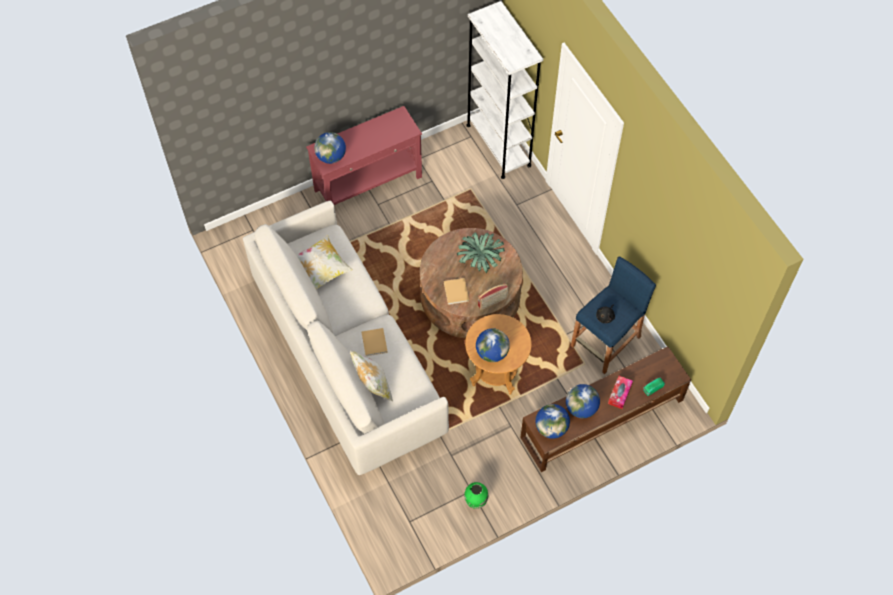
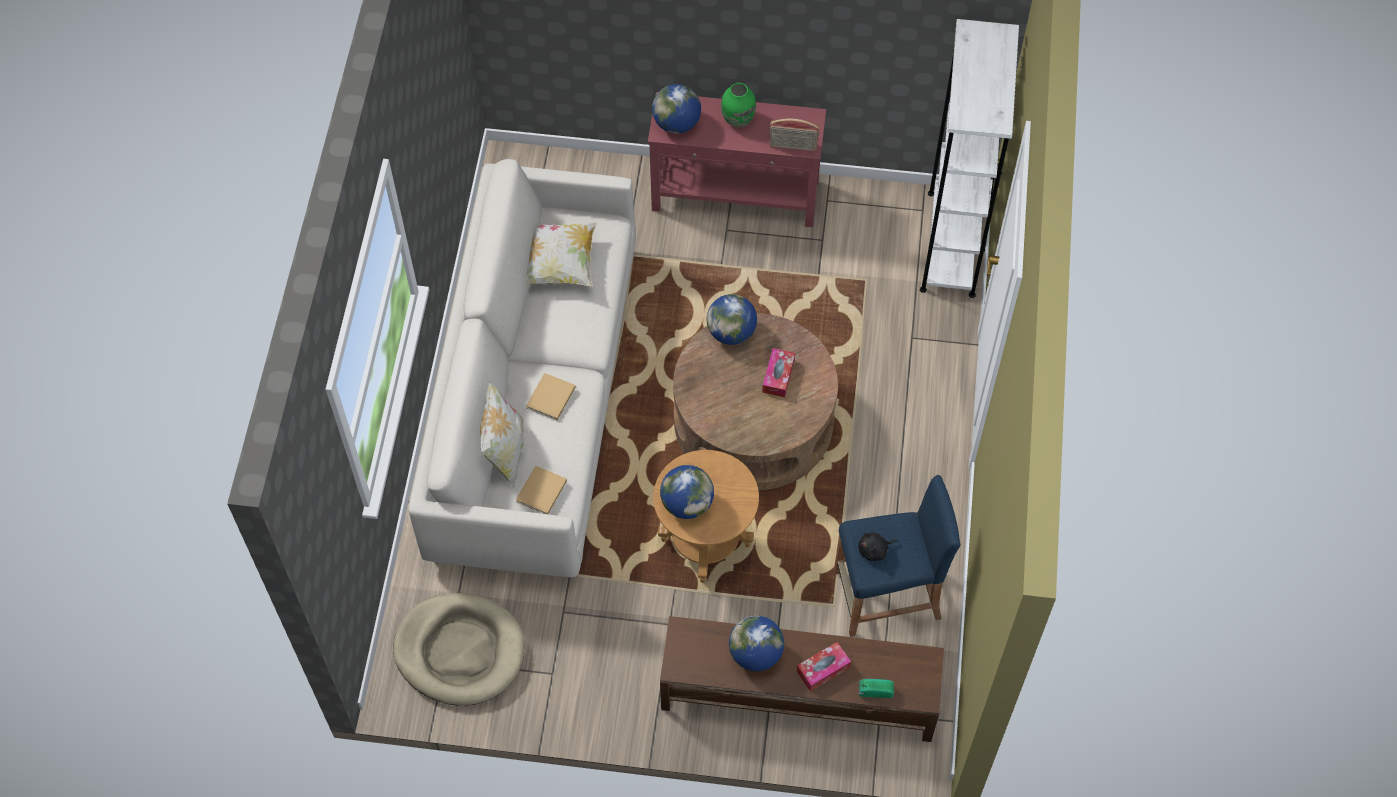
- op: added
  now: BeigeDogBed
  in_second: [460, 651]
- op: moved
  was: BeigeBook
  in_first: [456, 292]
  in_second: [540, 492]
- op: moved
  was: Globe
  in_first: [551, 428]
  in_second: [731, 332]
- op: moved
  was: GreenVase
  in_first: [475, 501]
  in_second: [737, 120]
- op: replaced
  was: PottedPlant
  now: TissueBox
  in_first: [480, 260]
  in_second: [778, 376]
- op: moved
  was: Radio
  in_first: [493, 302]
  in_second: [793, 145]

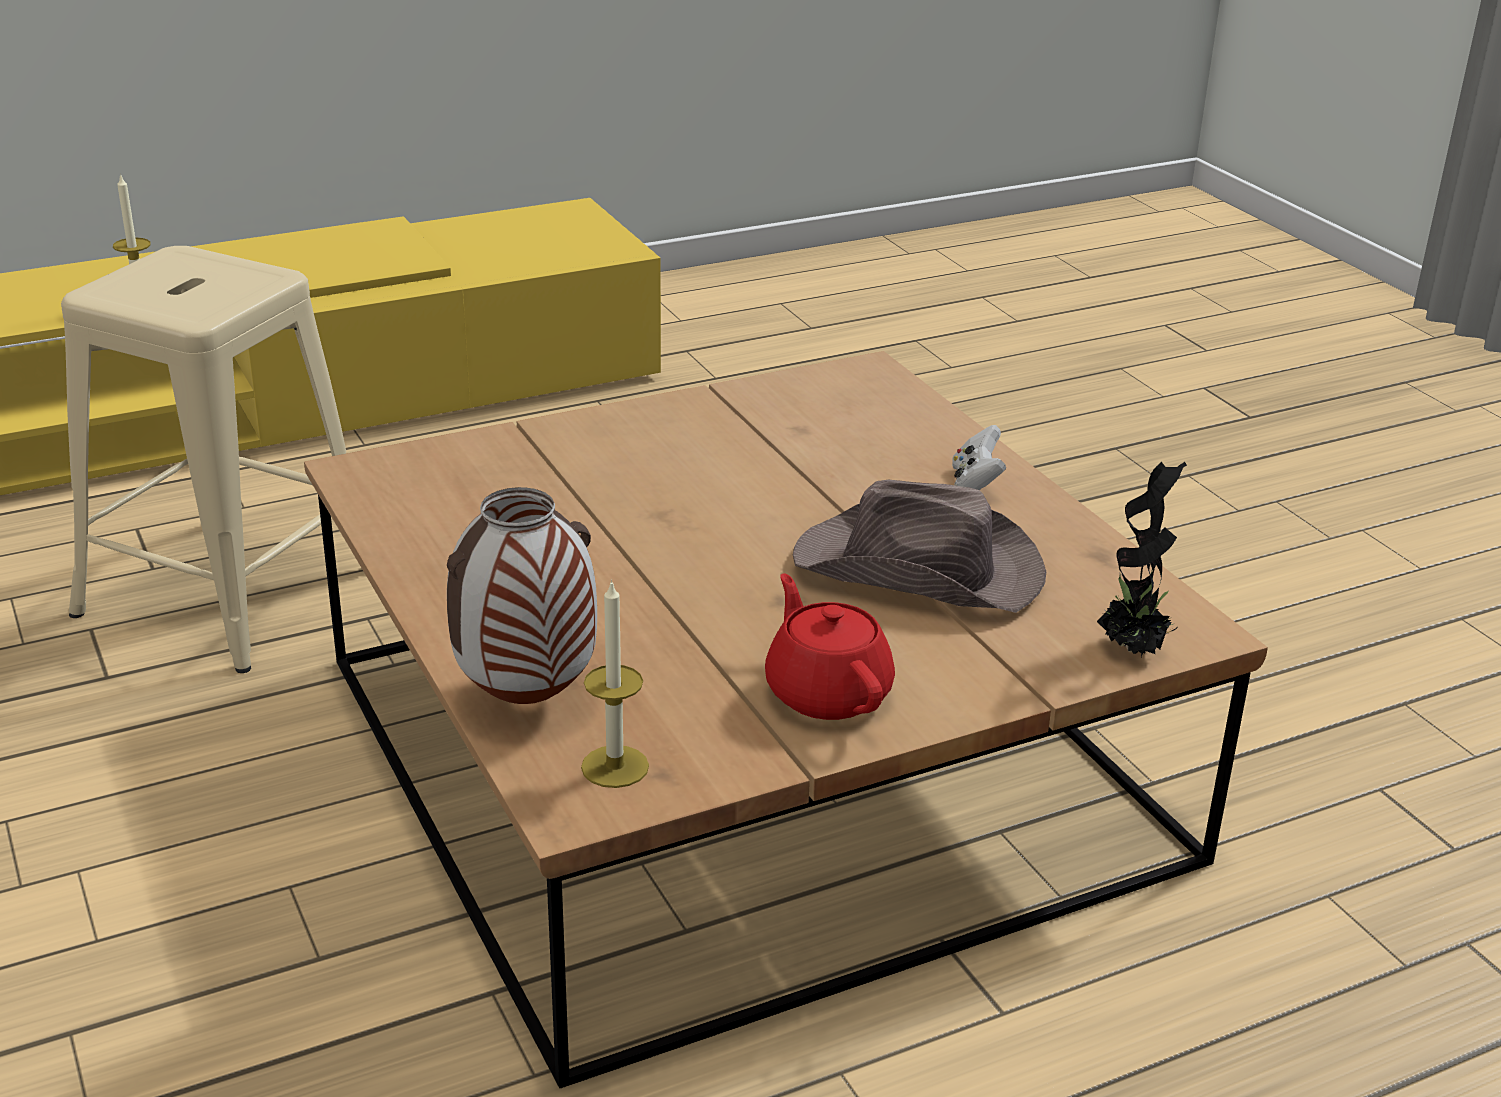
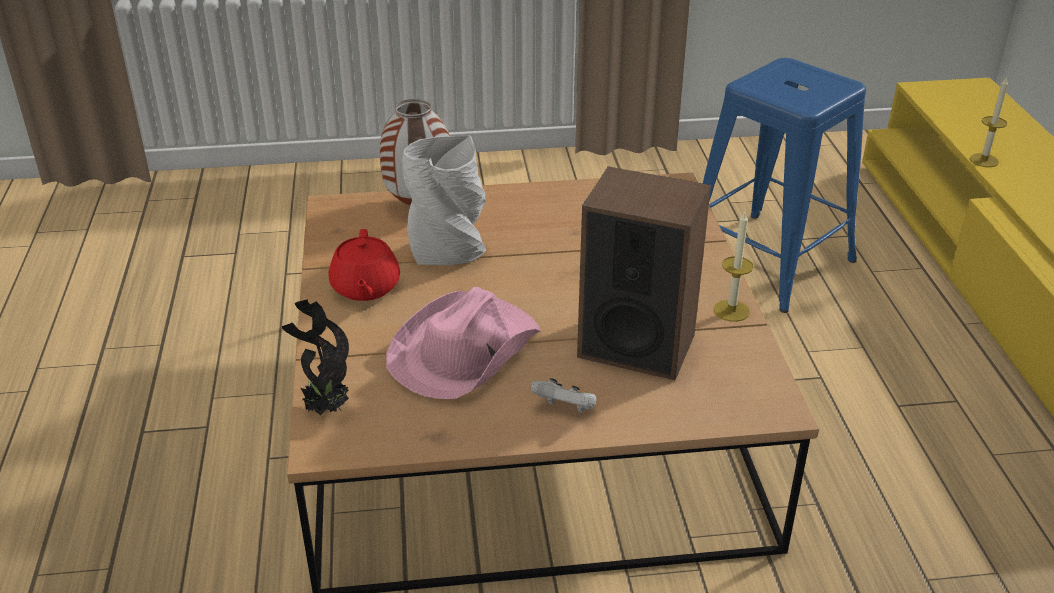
- op: turned
  was: RedTeapot
  in_first: [827, 692]
  in_second: [365, 288]
  clockwise: 90
- op: recoloured
  was: BrownHat
  now: PinkHat
  in_first: [920, 571]
  in_second: [463, 351]
- op: added
  now: GreyVase
  in_second: [449, 252]
- op: added
  now: Speaker
  in_second: [636, 345]
- op: recoloured
  was: BeigeStool
  now: BlueStool
  in_first: [228, 590]
  in_second: [768, 260]
- op: moved
  was: Candle
  in_first: [615, 766]
  in_second: [731, 310]

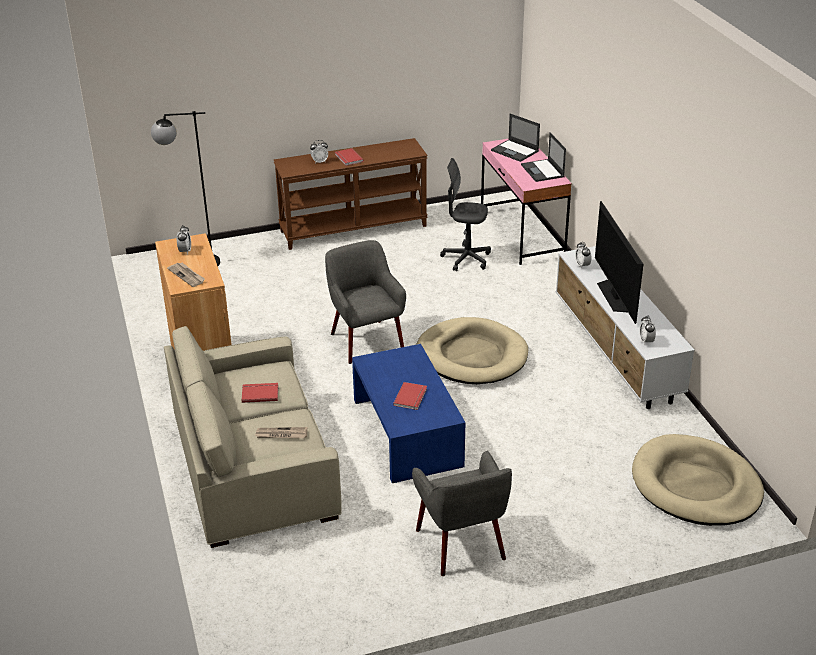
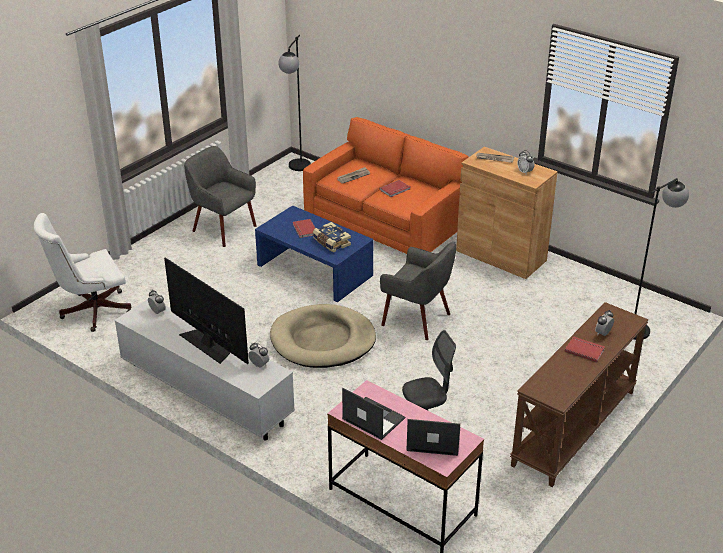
- op: replaced
  was: BeigeDogBed
  now: WhiteOfficeChair
  in_first: [695, 485]
  in_second: [91, 311]
- op: added
  now: BlackFloorLamp
  in_second: [297, 169]
- op: recoloured
  was: BeigeSofa
  now: OrangeSofa
  in_first: [252, 464]
  in_second: [388, 219]
- op: added
  now: Book
  in_second: [331, 243]

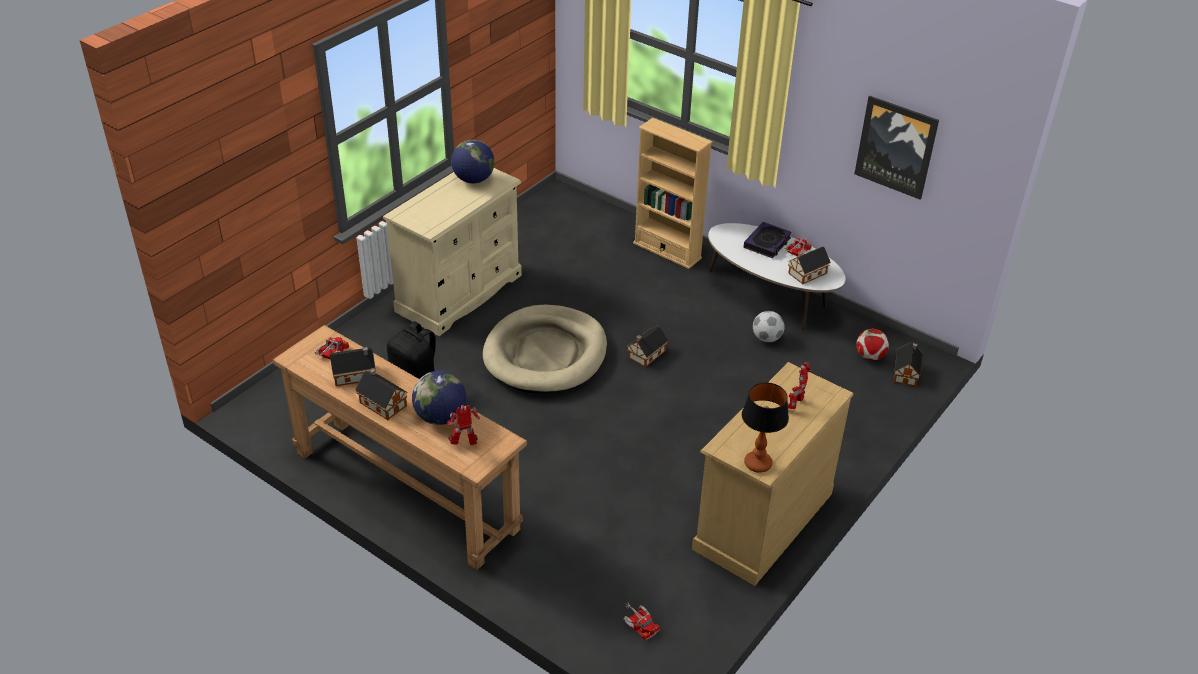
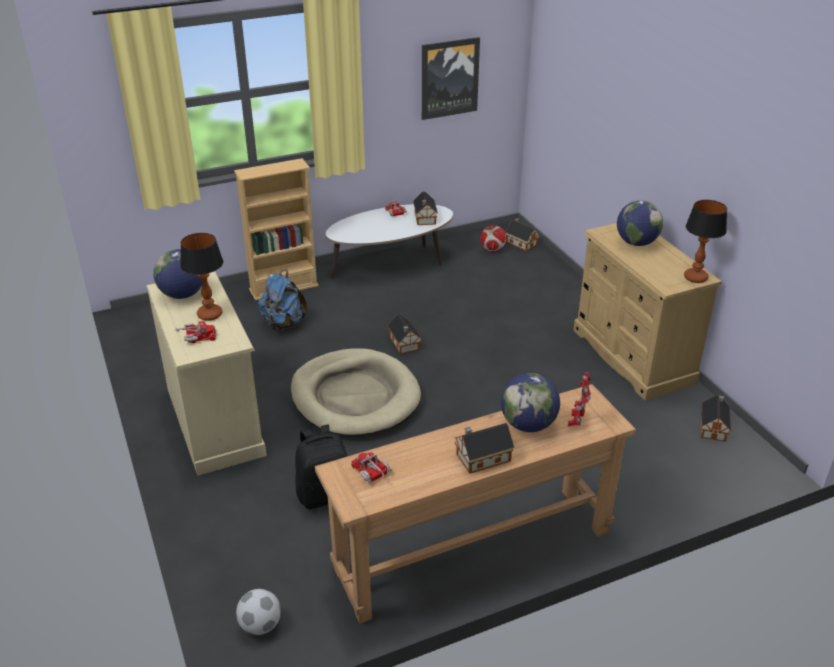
- op: moved
  was: ToyTruck
  in_first: [639, 624]
  in_second: [196, 337]
- op: added
  now: TableLamp
  in_second: [209, 314]
- op: moved
  was: Football
  in_first: [766, 338]
  in_second: [260, 625]
- op: added
  now: BlueBackpack
  in_second: [283, 324]
- op: replaced
  was: ToyRobot
  now: Globe
  in_first: [794, 404]
  in_second: [636, 243]
- op: moved
  was: ToyHouse
  in_first: [356, 374]
  in_second: [713, 427]
- op: removed
  was: Book
  in_first: [767, 243]

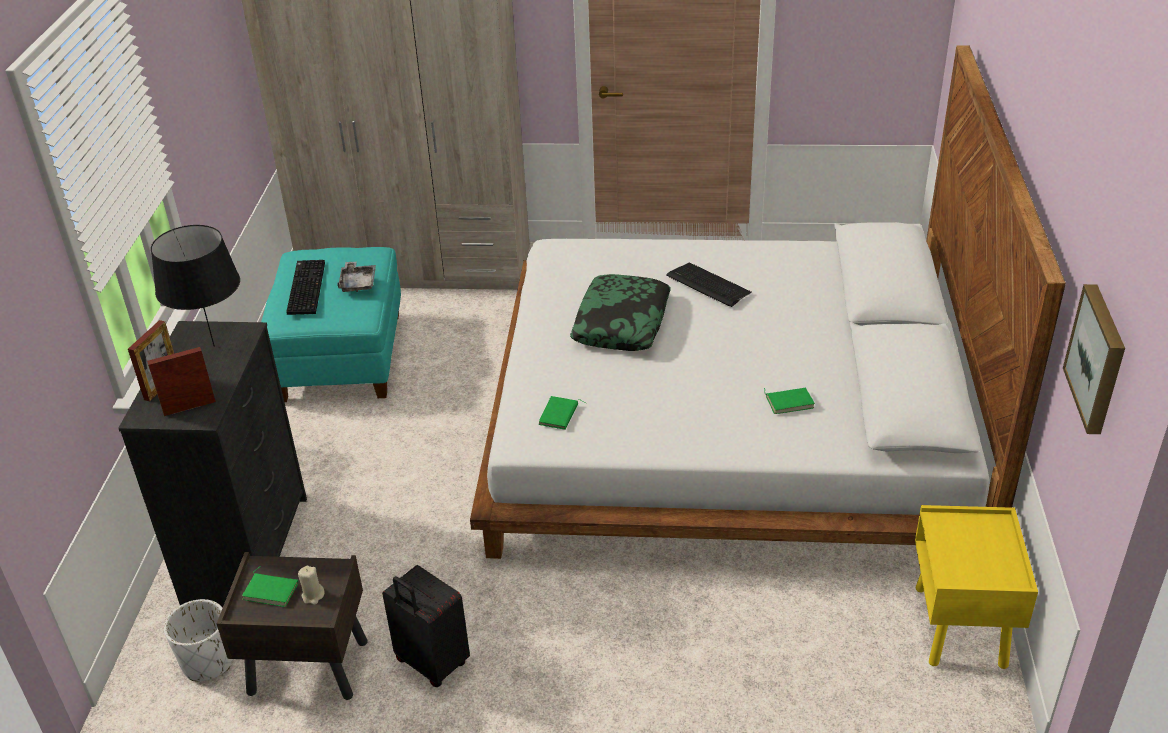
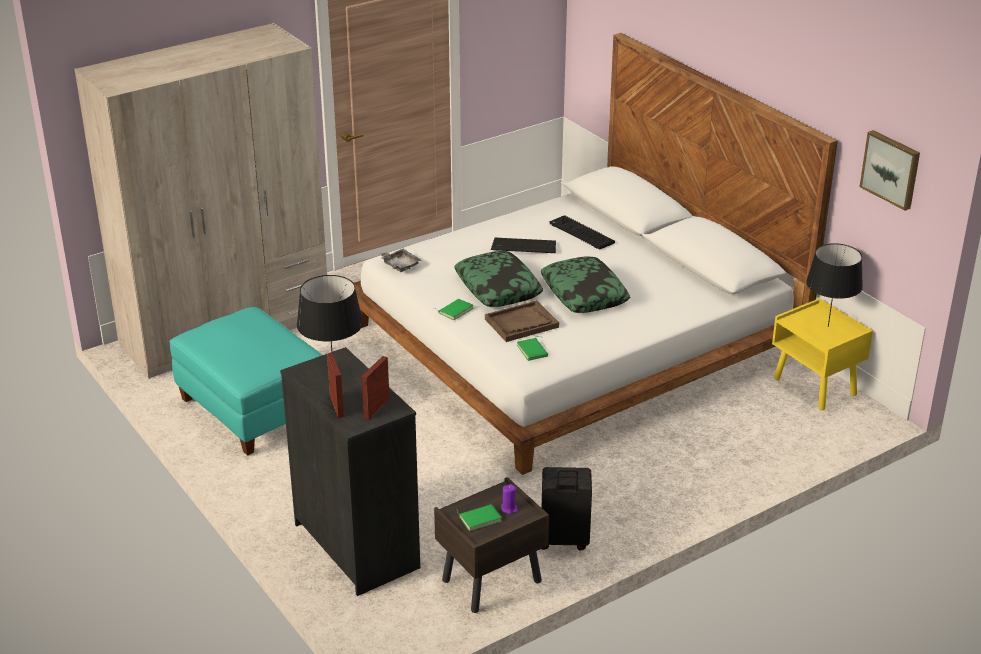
- op: moved
  was: GreyTray
  in_first: [358, 283]
  in_second: [400, 264]
- op: moved
  was: GreenBook
  in_first: [789, 402]
  in_second: [455, 310]
- op: added
  now: BrownTray
  in_second: [521, 323]
- op: recoloured
  was: BeigeCandle
  now: PurpleCandle
  in_first: [313, 595]
  in_second: [509, 508]
- op: added
  now: Pillow
  in_second: [584, 293]
- op: moved
  was: Keyboard
  in_first: [305, 288]
  in_second: [580, 233]
- op: added
  now: BlackTableLamp
  in_second: [828, 326]
- op: removed
  was: WhitePlanter
  in_first: [207, 662]

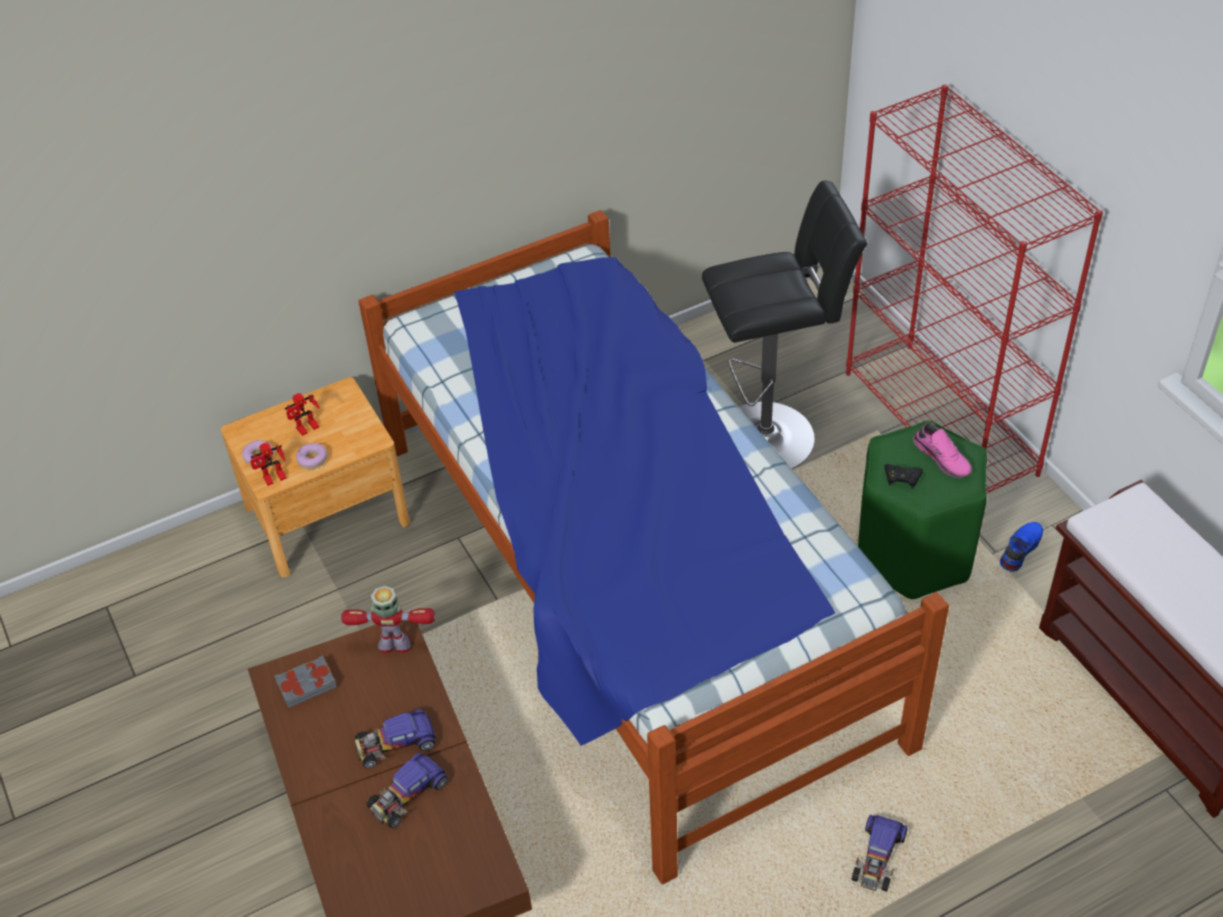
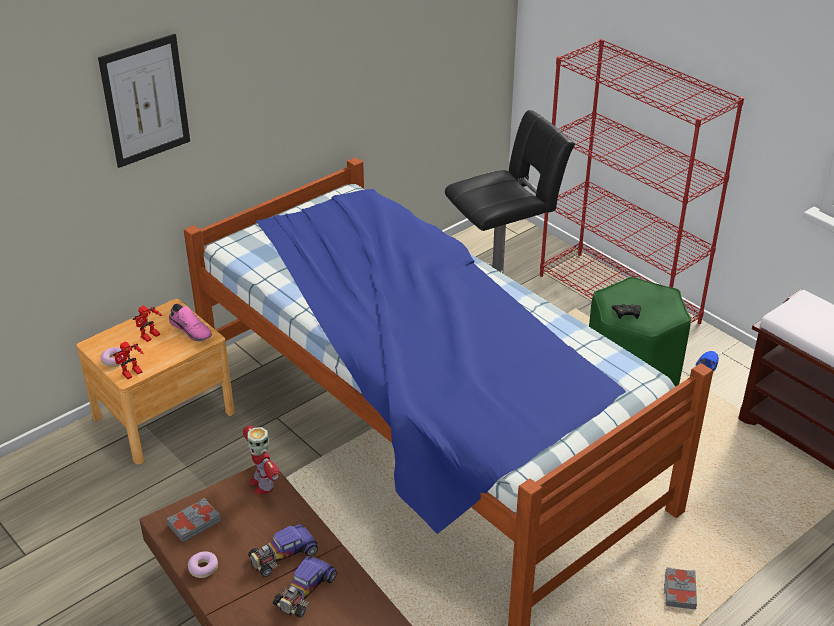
- op: added
  now: Picture
  in_second: [145, 101]
- op: moved
  was: PinkShoe
  in_first: [943, 458]
  in_second: [192, 330]
- op: moved
  was: Donut
  in_first: [312, 459]
  in_second: [203, 568]
- op: turned
  was: ToyRobot
  in_first: [395, 645]
  in_second: [262, 484]
  clockwise: -105
- op: replaced
  was: ToyCar
  now: GreyBook
  in_first: [878, 857]
  in_second: [679, 592]

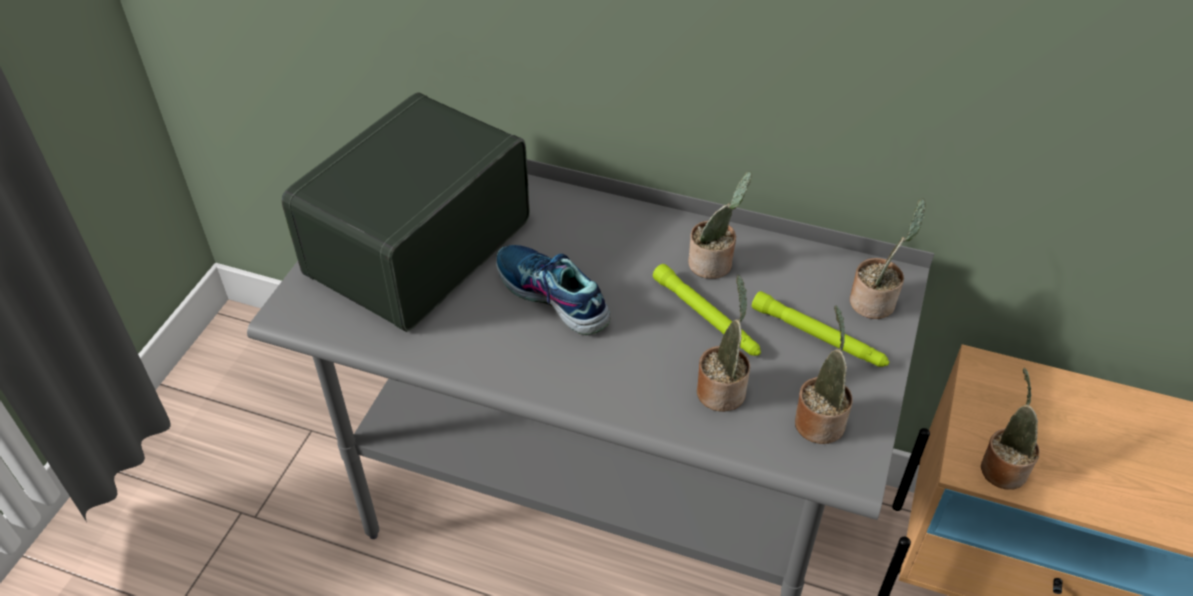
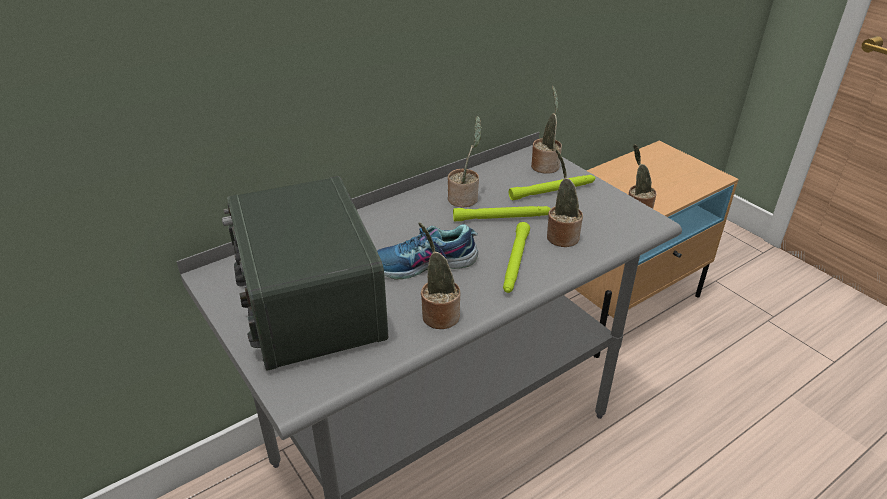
- op: moved
  was: PottedPlant
  in_first: [819, 420]
  in_second: [438, 315]
- op: added
  now: GreenFlashlight
  in_second: [515, 262]

